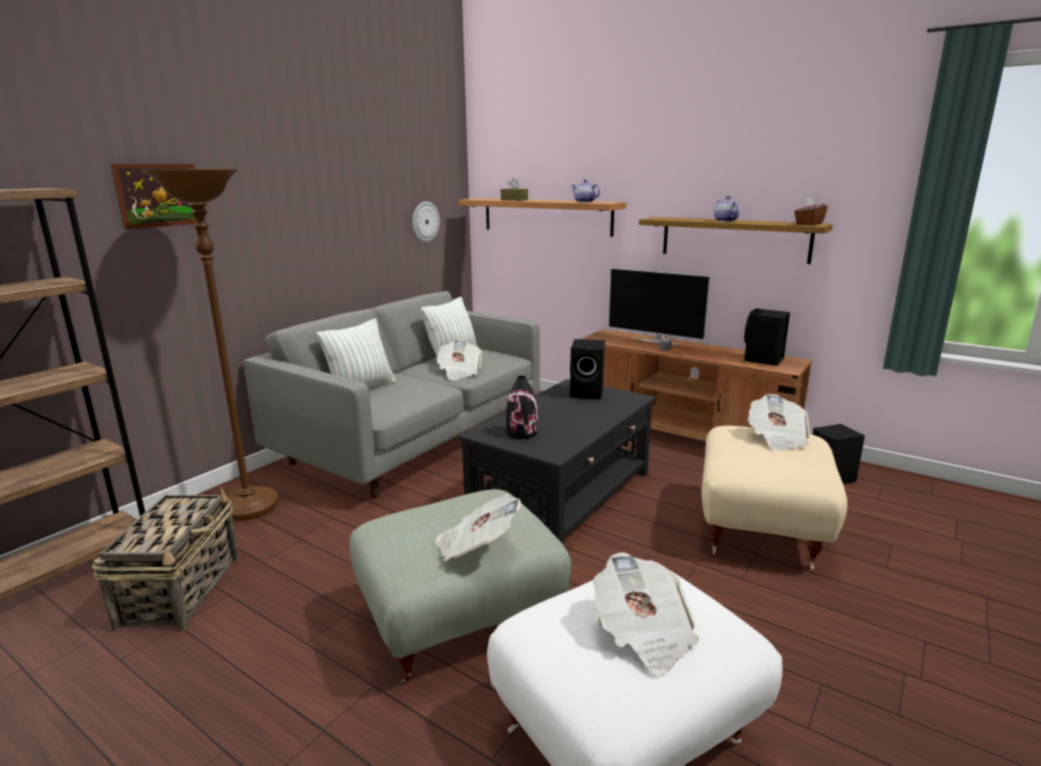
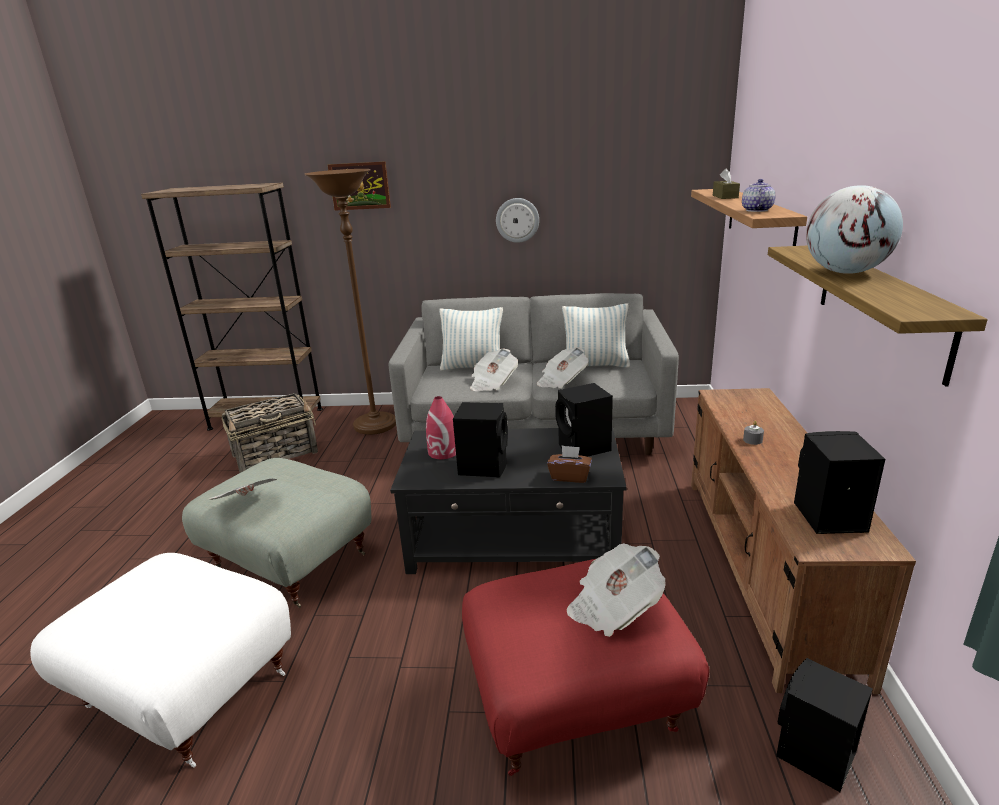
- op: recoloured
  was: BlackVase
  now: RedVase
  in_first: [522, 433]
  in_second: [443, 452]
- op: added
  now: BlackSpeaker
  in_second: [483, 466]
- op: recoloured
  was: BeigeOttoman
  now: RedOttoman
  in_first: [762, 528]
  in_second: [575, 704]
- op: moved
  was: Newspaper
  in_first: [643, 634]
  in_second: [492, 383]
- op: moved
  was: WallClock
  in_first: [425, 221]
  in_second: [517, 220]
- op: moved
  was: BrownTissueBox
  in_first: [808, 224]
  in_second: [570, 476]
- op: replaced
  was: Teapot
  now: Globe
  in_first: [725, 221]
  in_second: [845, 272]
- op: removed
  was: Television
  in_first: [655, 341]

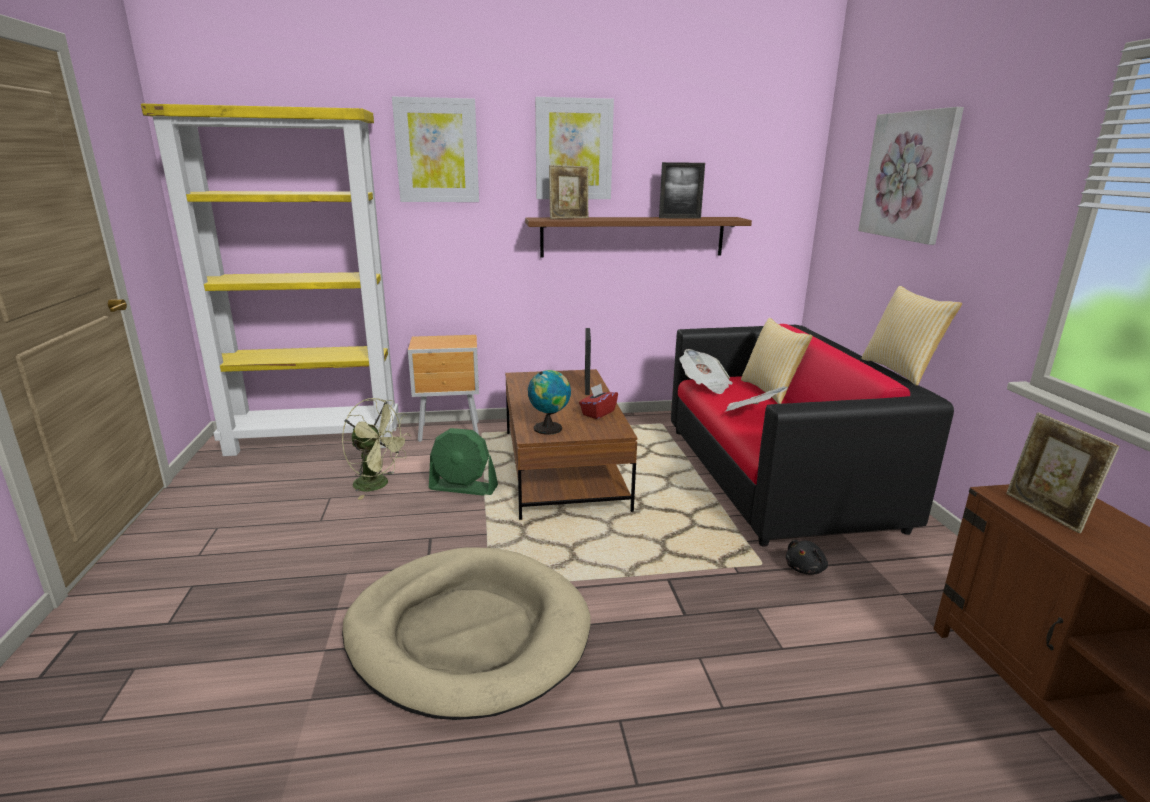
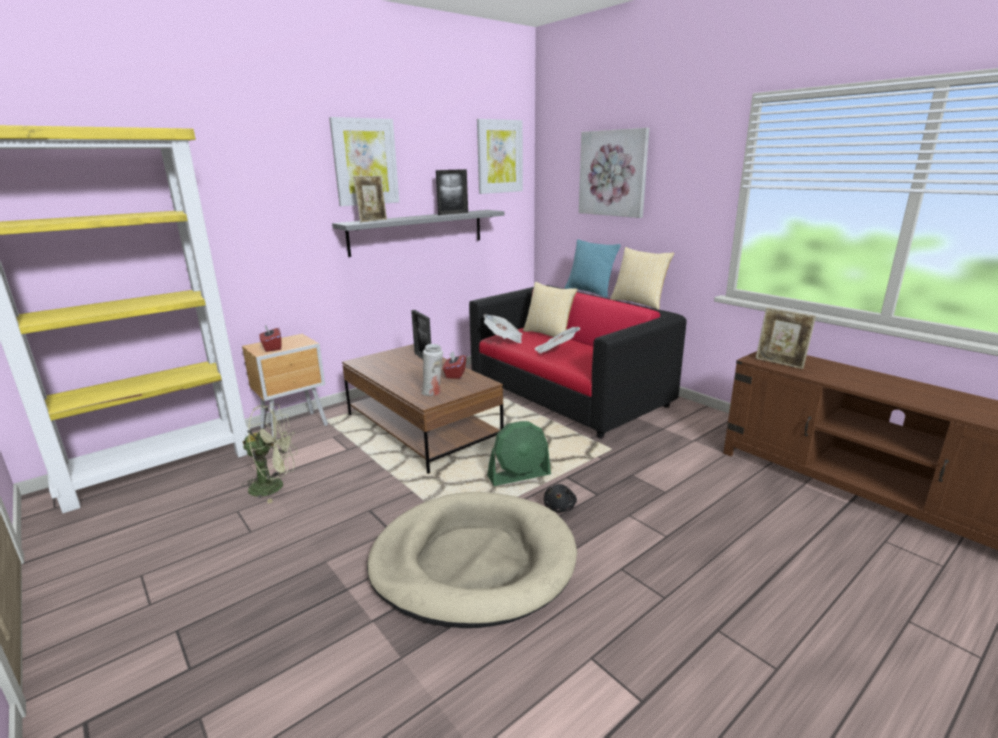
- op: added
  now: RedTissueBox
  in_second: [272, 347]
- op: recoloured
  was: BrownShelf
  now: GreyShelf
  in_first: [633, 236]
  in_second: [418, 231]
- op: replaced
  was: Globe
  now: WhiteVase
  in_first: [549, 428]
  in_second: [433, 393]
- op: moved
  was: Picture
  in_first: [437, 151]
  in_second: [499, 156]
- op: moved
  was: GreenFan
  in_first: [463, 488]
  in_second: [519, 476]
- op: moved
  was: BlackPlushToy
  in_first: [805, 569]
  in_second: [560, 507]
- op: added
  now: TurquoisePillow
  in_second: [589, 292]

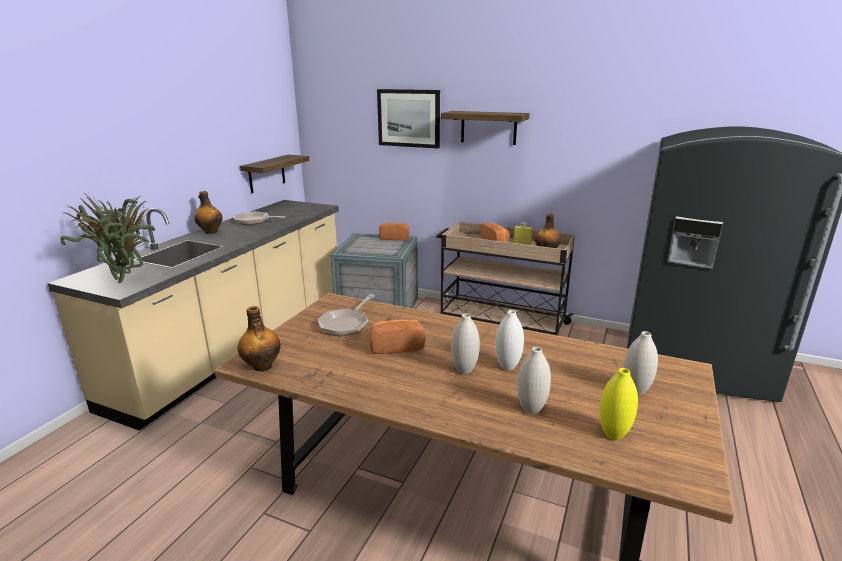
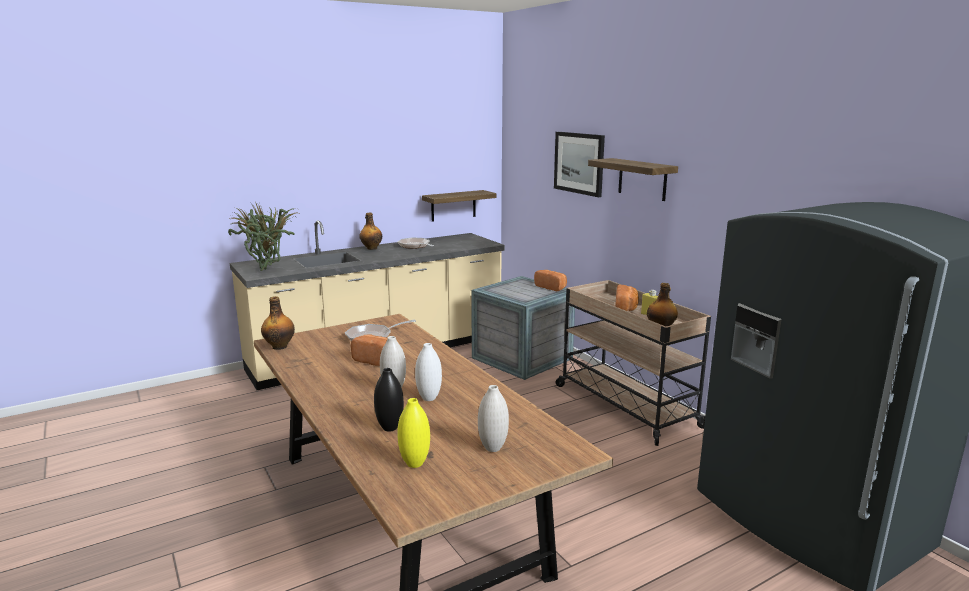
- op: recoloured
  was: WhiteVase
  now: BlackVase
  in_first: [531, 409]
  in_second: [390, 428]

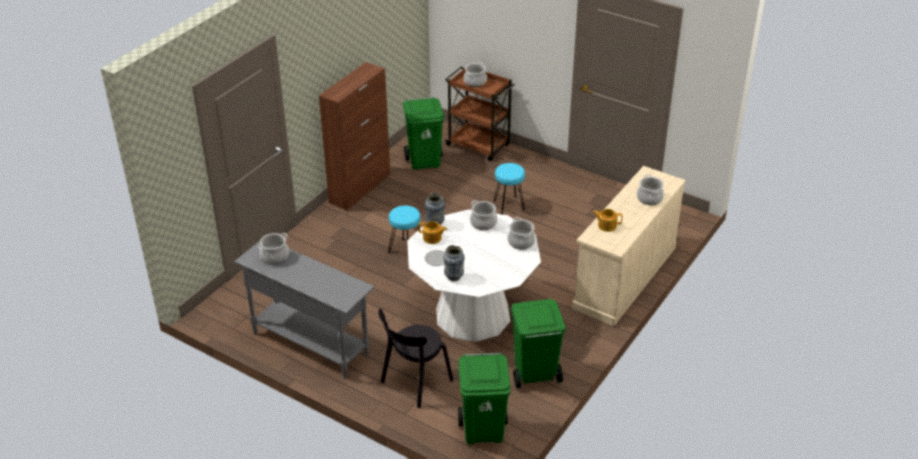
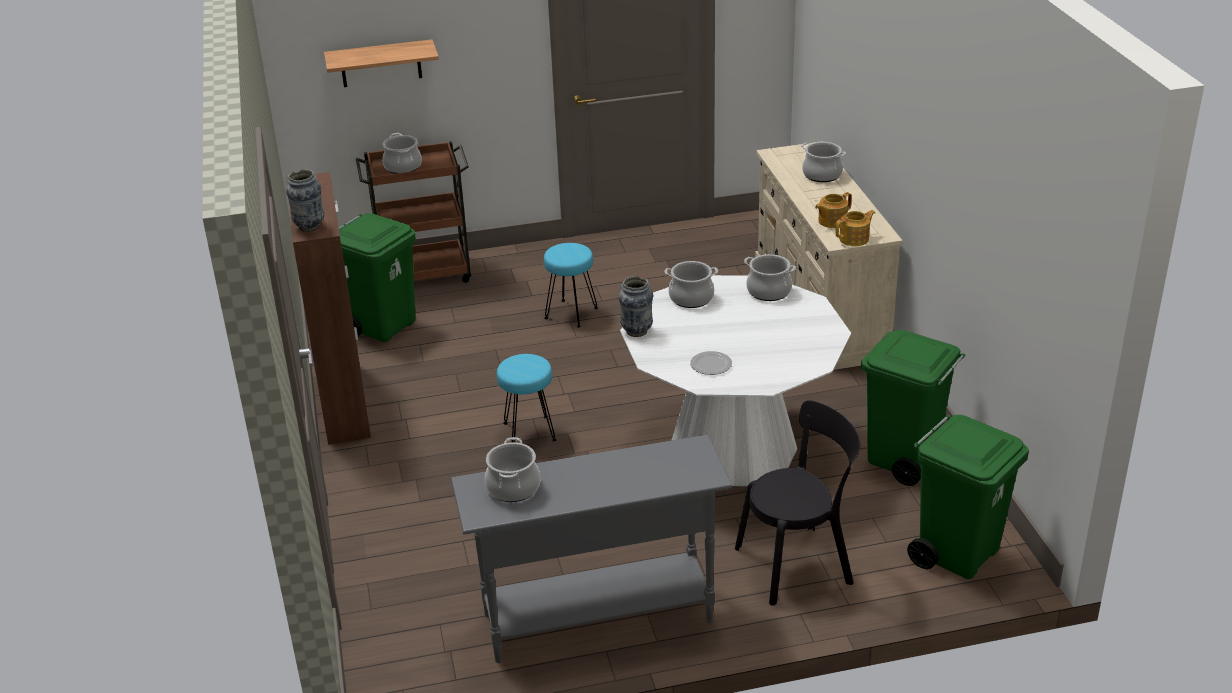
- op: moved
  was: Vase
  in_first: [454, 277]
  in_second: [309, 226]
- op: added
  now: Shelf
  in_second: [380, 63]
- op: turned
  was: BlackChair
  in_first: [414, 383]
  in_second: [798, 564]
  clockwise: -105
- op: moved
  was: Teapot
  in_first: [432, 238]
  in_second: [855, 239]

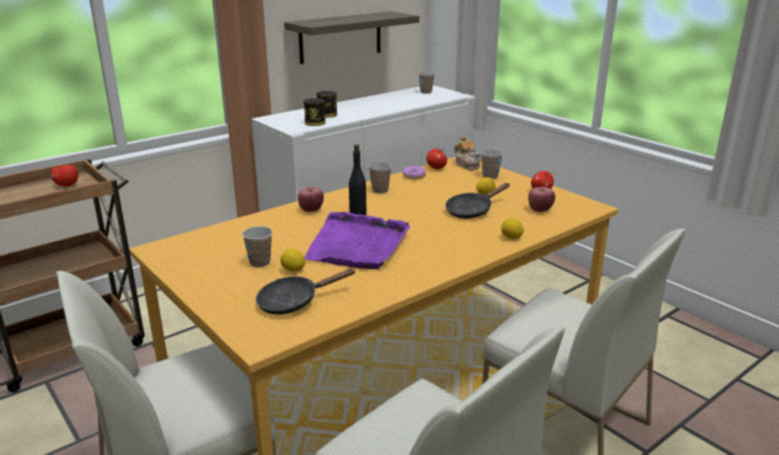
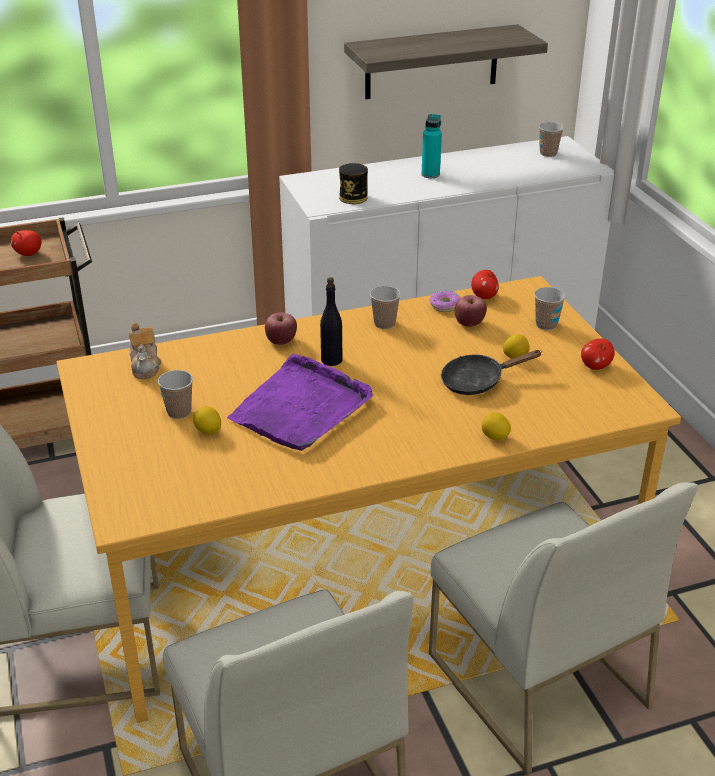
- op: moved
  was: Teapot
  in_first: [467, 165]
  in_second: [145, 366]
- op: added
  now: TurquoiseBottle
  in_second: [430, 174]
- op: moved
  was: Apple
  in_first: [540, 210]
  in_second: [469, 323]
- op: removed
  was: BlackFryingPan
  in_first: [294, 302]
- op: removed
  was: Can
  in_first: [327, 115]

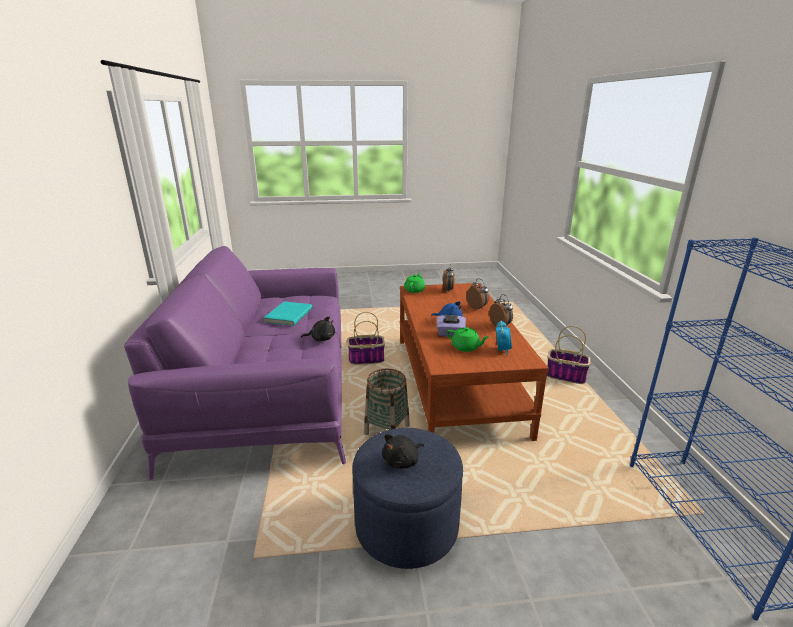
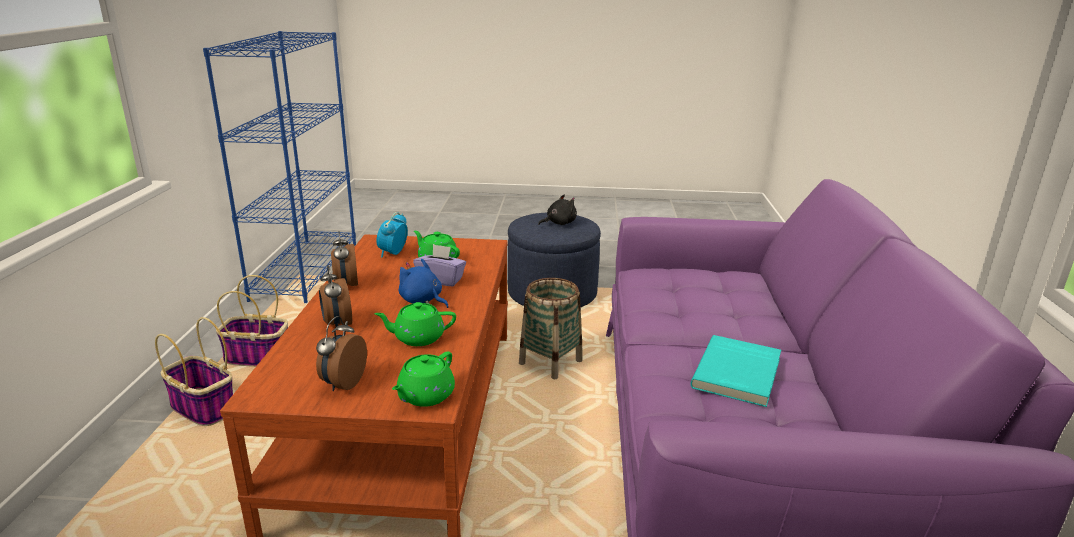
- op: moved
  was: Basket
  in_first: [366, 359]
  in_second: [259, 358]
- op: added
  now: GreenTeapot
  in_second: [418, 338]
- op: removed
  was: BlackPlushToy
  in_first: [321, 339]

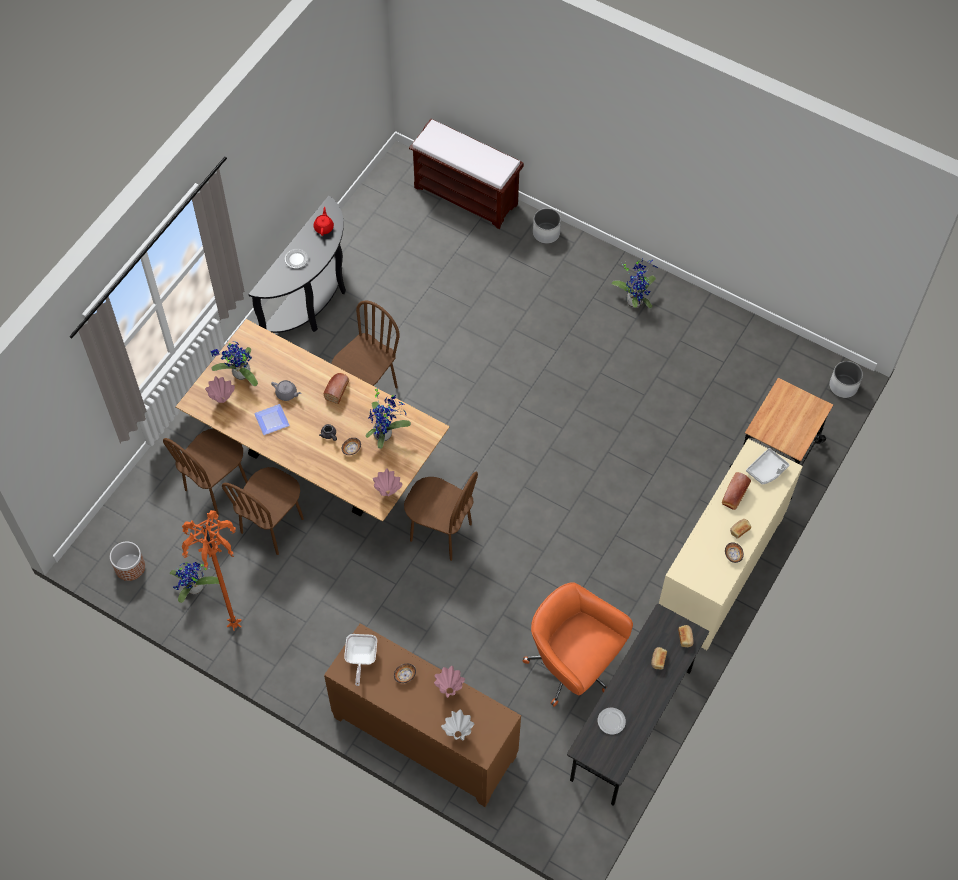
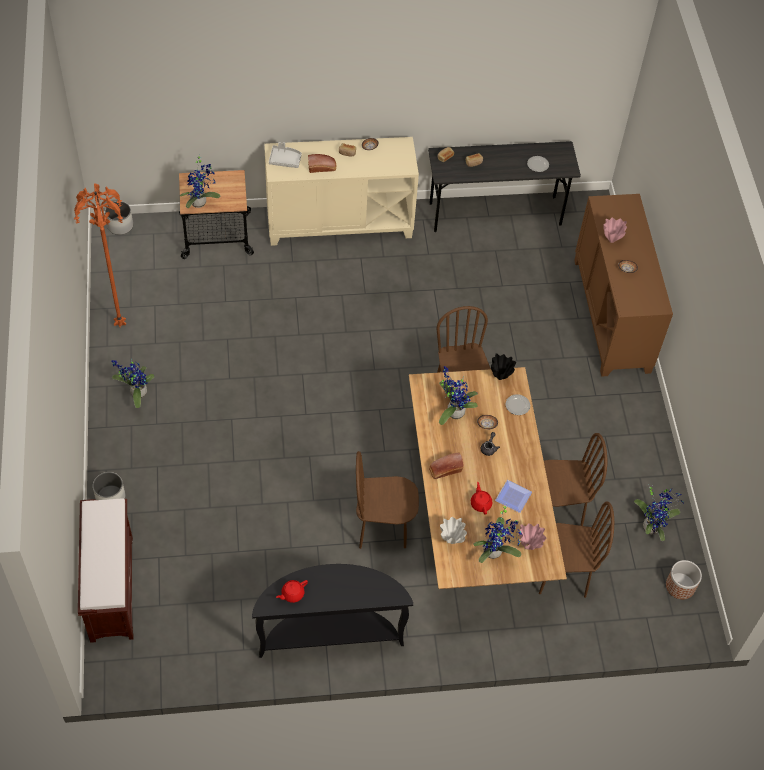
- op: moved
  was: OrangeFloorLamp
  in_first: [236, 626]
  in_second: [120, 323]
- op: added
  now: PottedPlant
  in_second: [200, 202]
- op: moved
  was: WhiteVase
  in_first: [458, 734]
  in_second: [451, 540]
- op: recoloured
  was: GreyTeapot
  now: RedTeapot
  in_first: [286, 394]
  in_second: [480, 503]
- op: recoloured
  was: PinkVase
  now: BlackVase
  in_first: [387, 493]
  in_second: [500, 378]
- op: moved
  was: Plate
  in_first: [296, 259]
  in_second: [517, 405]
- op: removed
  was: FryingPan
  in_first: [360, 658]
- op: removed
  was: OrangeOfficeChair
  in_first: [573, 667]

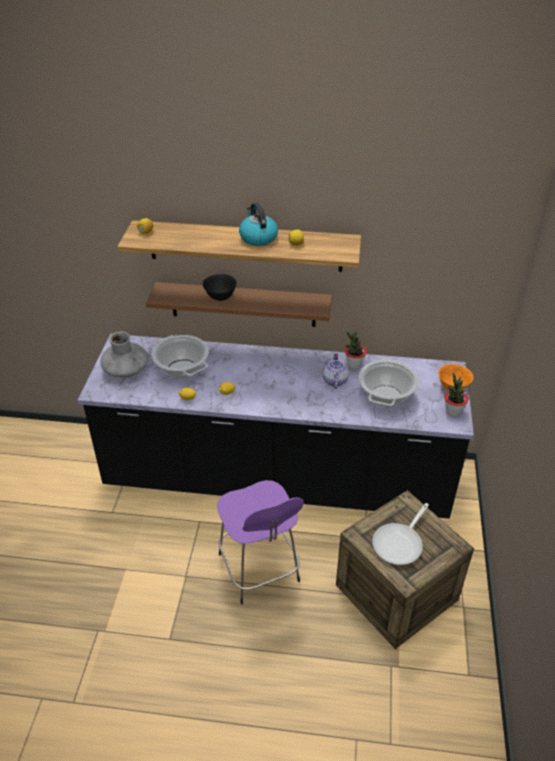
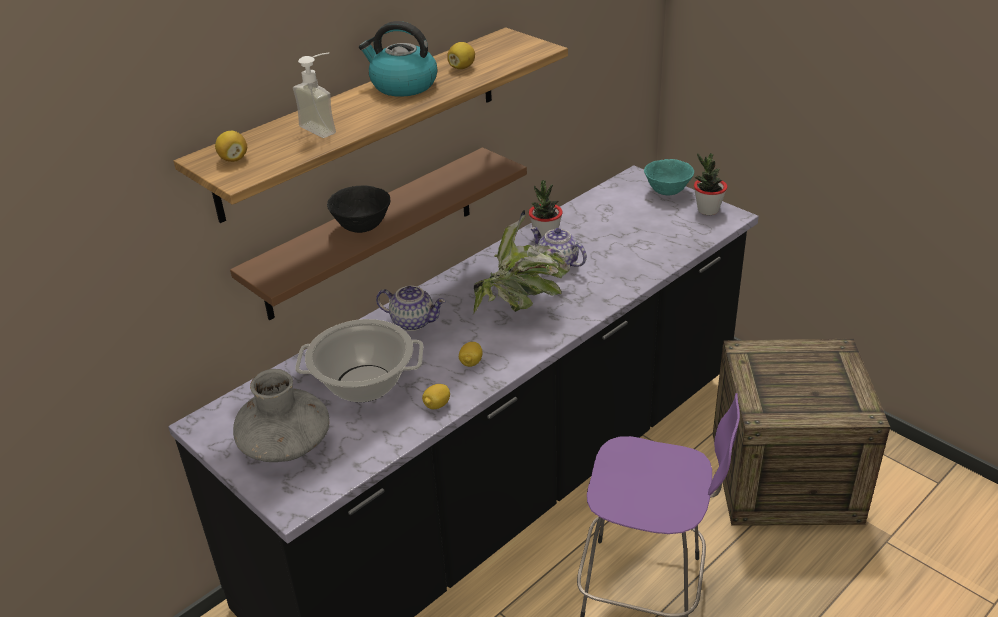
- op: added
  now: SoapDispenser
  in_second: [324, 127]
- op: added
  now: Teapot
  in_second: [413, 321]
- op: added
  now: PottedPlant
  in_second: [521, 305]
- op: recoloured
  was: OrangeBowl
  now: TurquoiseBowl
  in_first: [453, 387]
  in_second: [668, 192]
- op: removed
  was: CookingPot
  in_first: [386, 396]
- op: removed
  was: FryingPan
  in_first: [400, 543]

